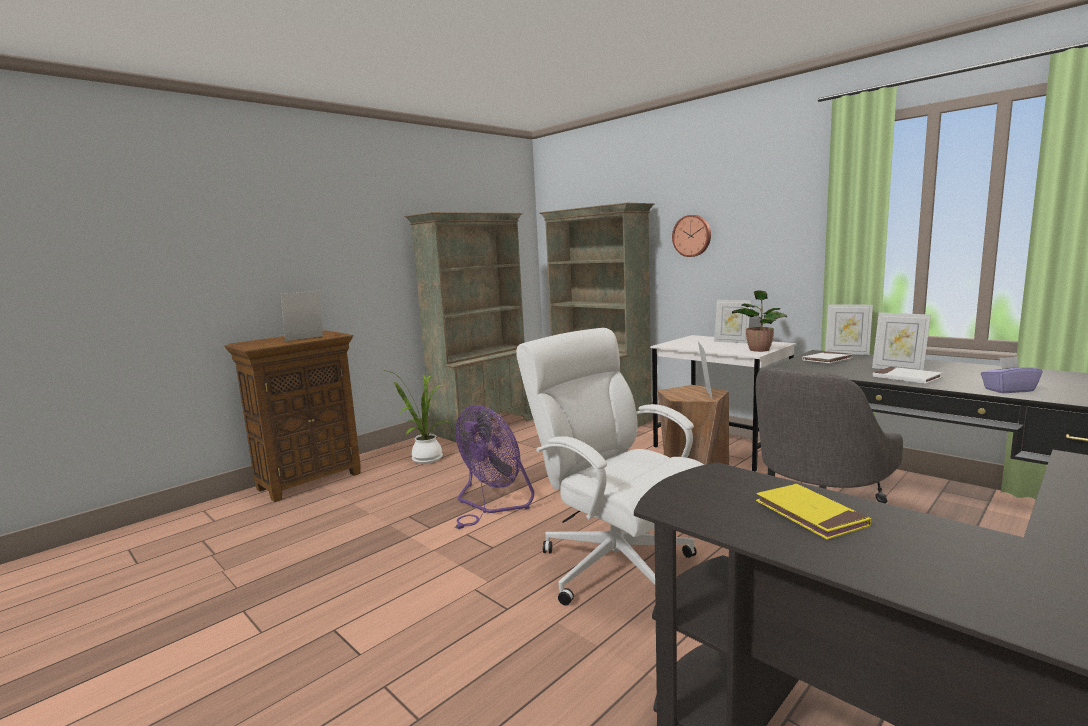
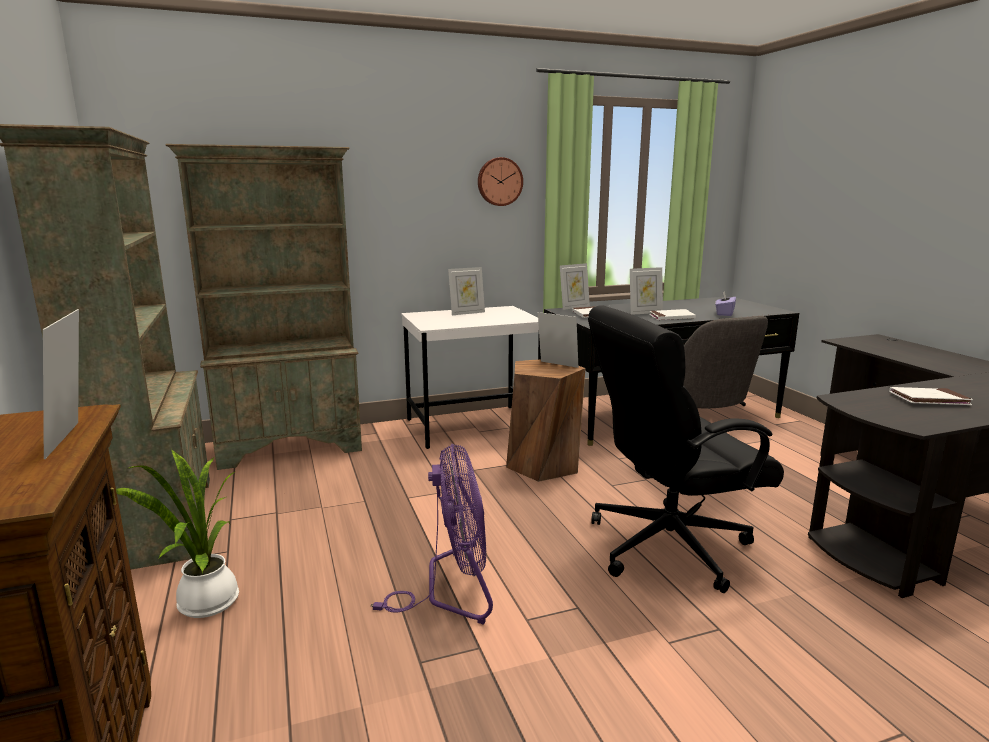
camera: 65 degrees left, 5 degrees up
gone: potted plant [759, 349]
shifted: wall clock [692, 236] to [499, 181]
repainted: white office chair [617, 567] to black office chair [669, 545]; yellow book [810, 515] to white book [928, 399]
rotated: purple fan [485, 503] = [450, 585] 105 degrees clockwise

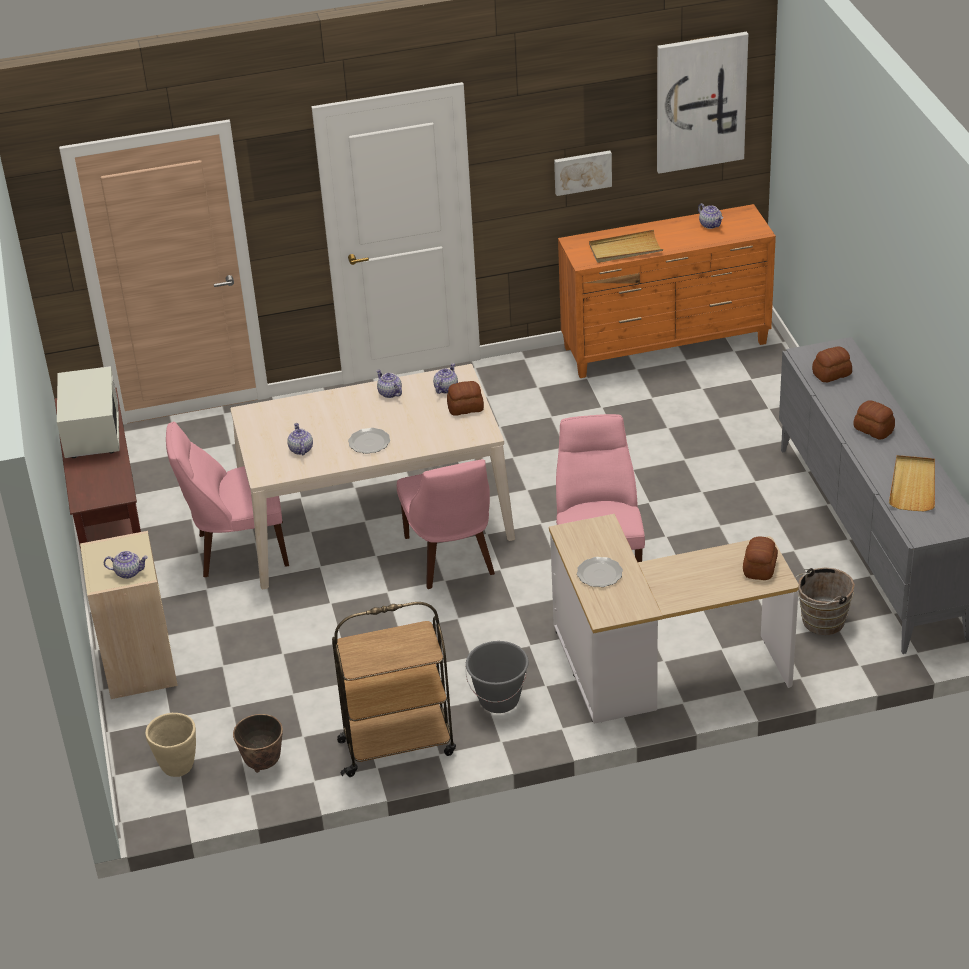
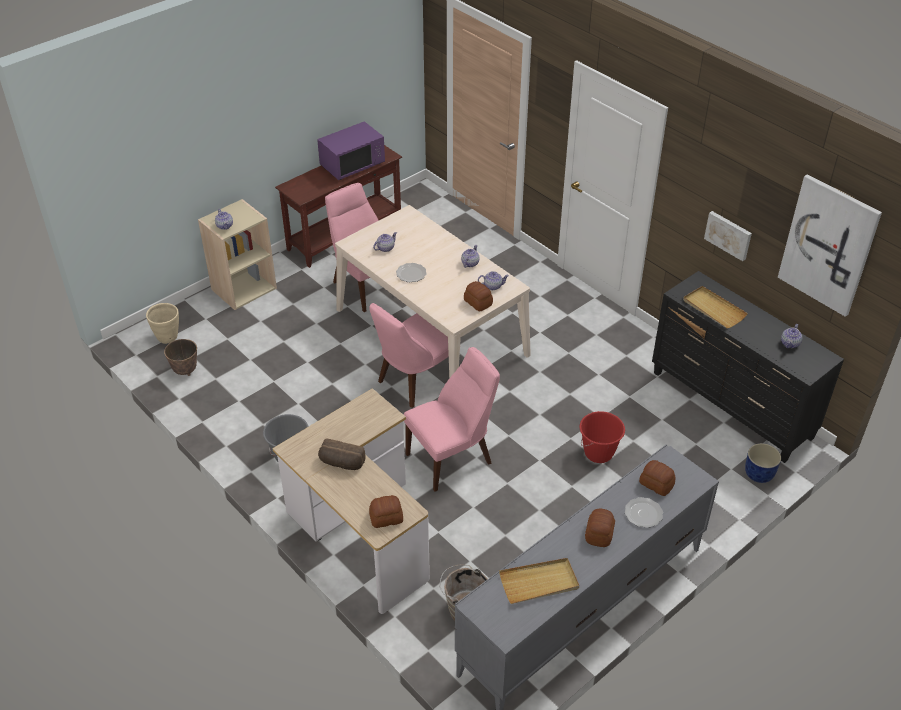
camera: 60 degrees right, 5 degrees up
gone: brown cart [398, 748]
new: bread [341, 463]; red bucket [599, 453]; blue planter [759, 473]
shifted: plate [599, 573] to [643, 513]
repainted: white microwave [92, 433] to purple microwave [352, 165]; orange dresser [666, 346] to black dresser [731, 406]

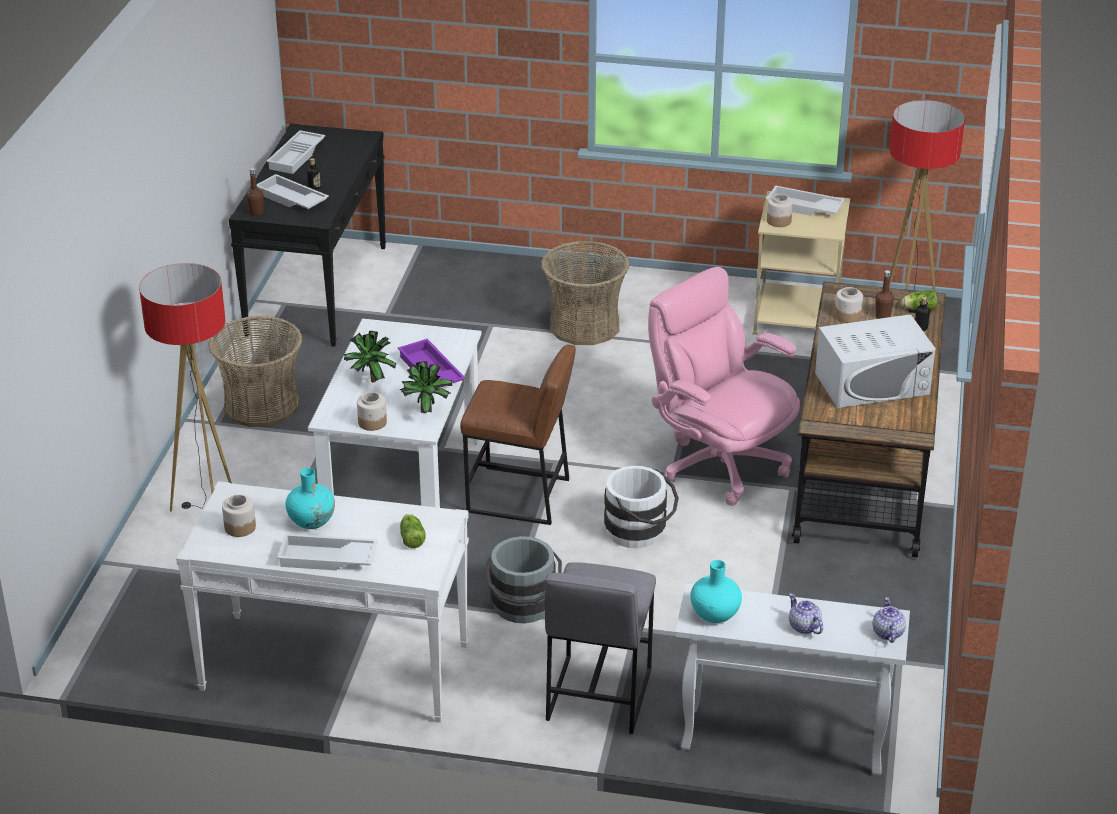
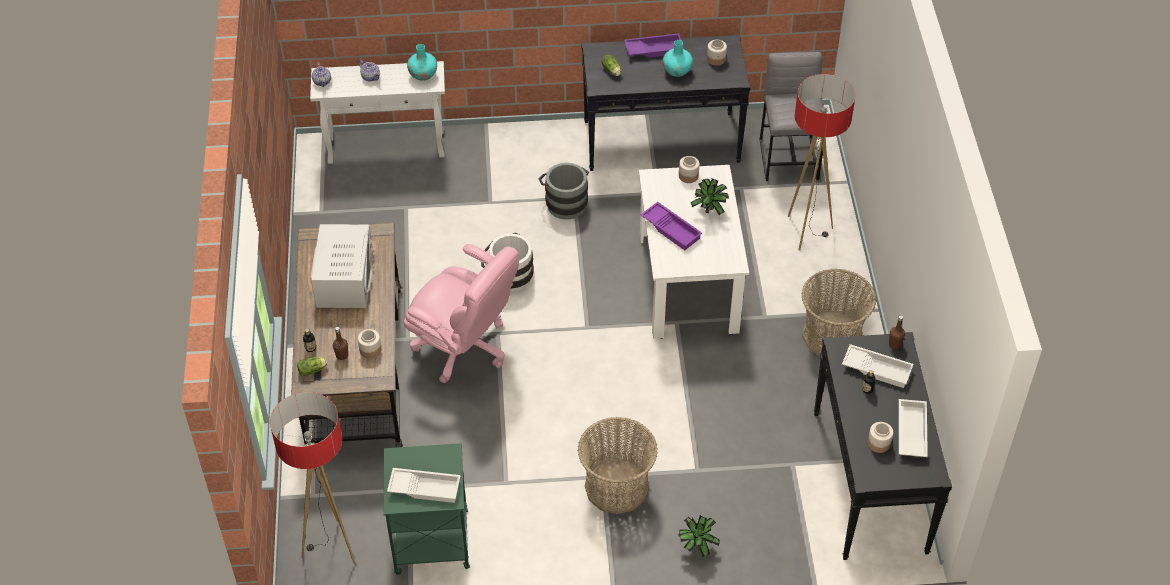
camera: 165 degrees right, 15 degrees up
gone: brown chair [520, 496]
shifted: potted plant [428, 413] to [696, 547]; grey chair [598, 695] to [788, 158]; jar [778, 221] to [879, 443]
repainted: white console table [333, 667] to black console table [662, 141]; white tray [327, 559] to purple tray [654, 49]; beige cart [798, 319] to green cart [430, 540]
rotated: white microwave [872, 383] = [345, 279] 120 degrees clockwise

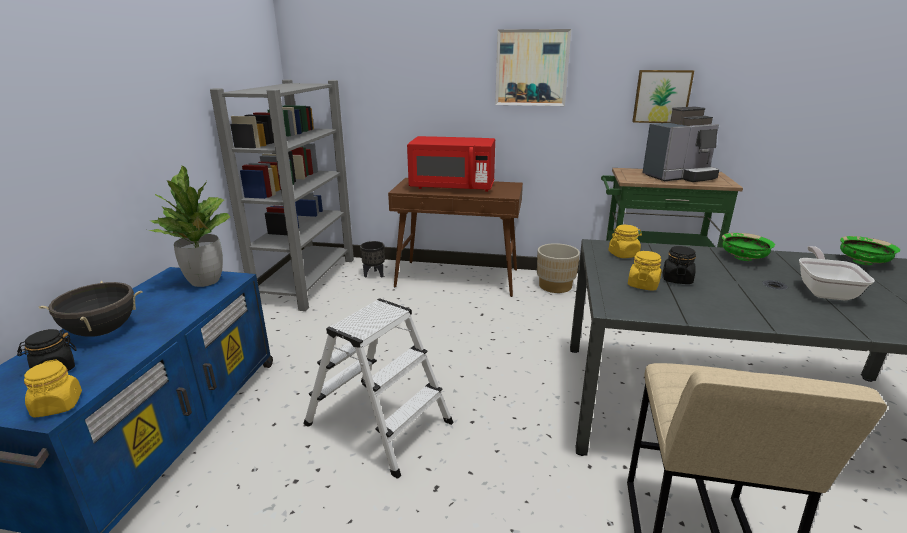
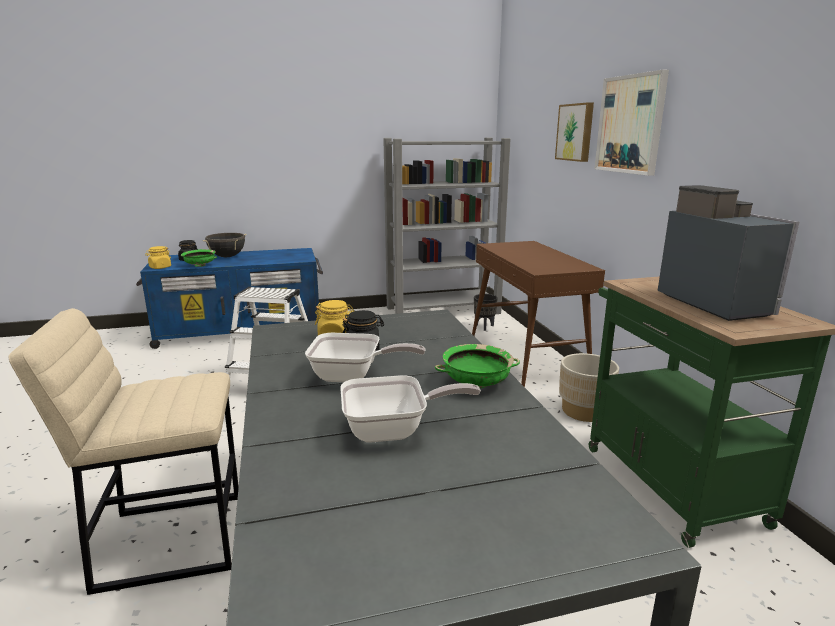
camera: 65 degrees right, 5 degrees down
gone: potted plant [205, 281]; red microwave [452, 187]; yellow jar [623, 254]
new: frying pan [353, 376]
shifted: picture [661, 96] to [576, 132]; green bowl [862, 262] to [200, 265]
rotated: coffee machine [679, 177] = [714, 303] 150 degrees counterclockwise

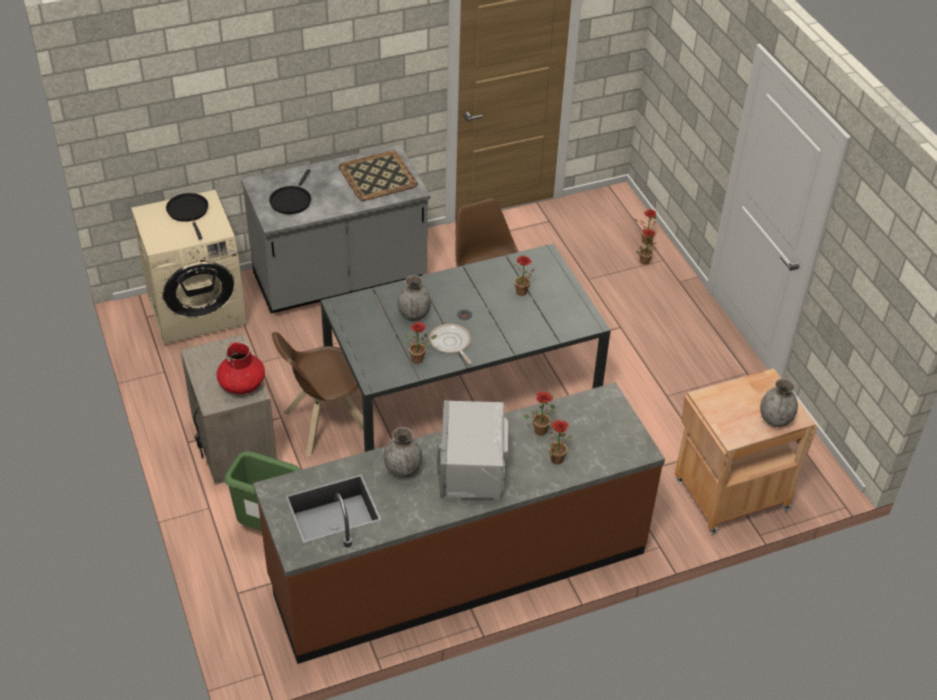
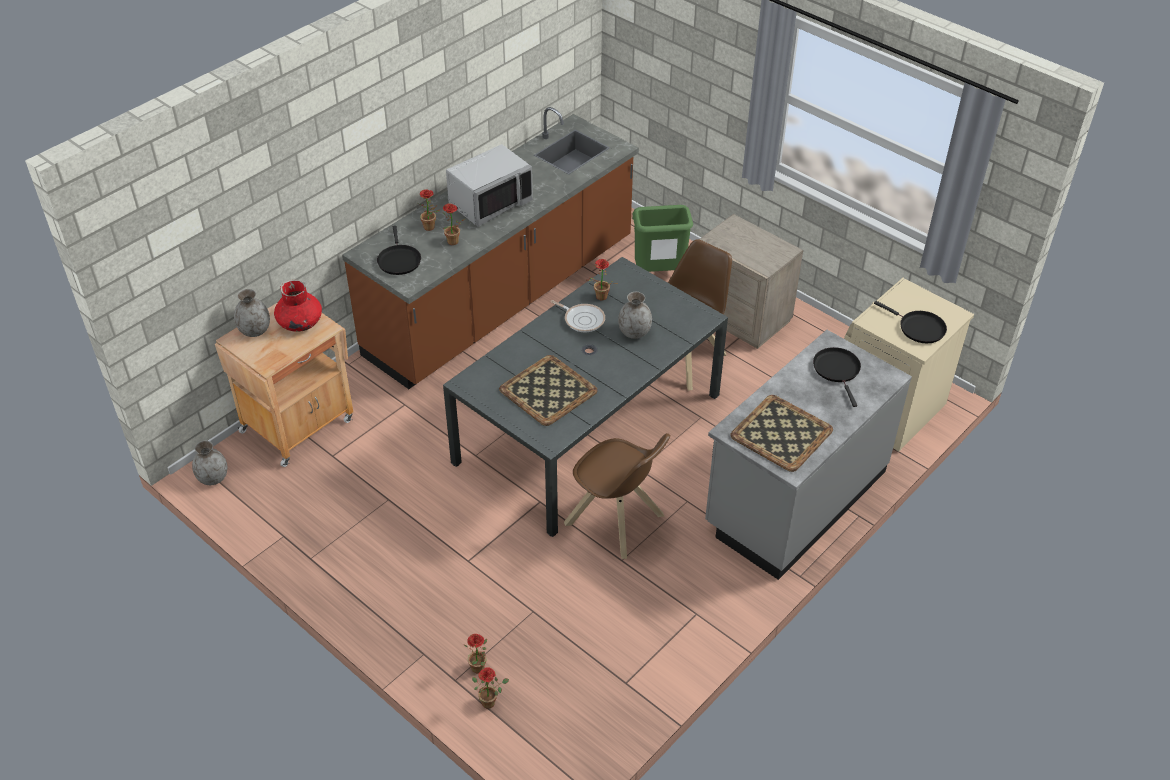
camera: 155 degrees right, 0 degrees up
new: black frying pan [398, 260]
shifted: red vase [242, 384] to [300, 322]; grey vase [403, 469] to [213, 478]
swapped: potted plant [522, 293] to tray [548, 390]
rotated: grey microwave [473, 467] = [490, 202] 75 degrees clockwise

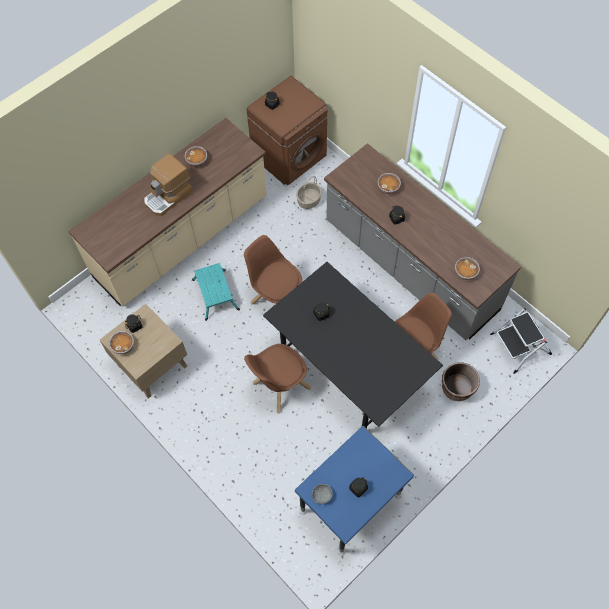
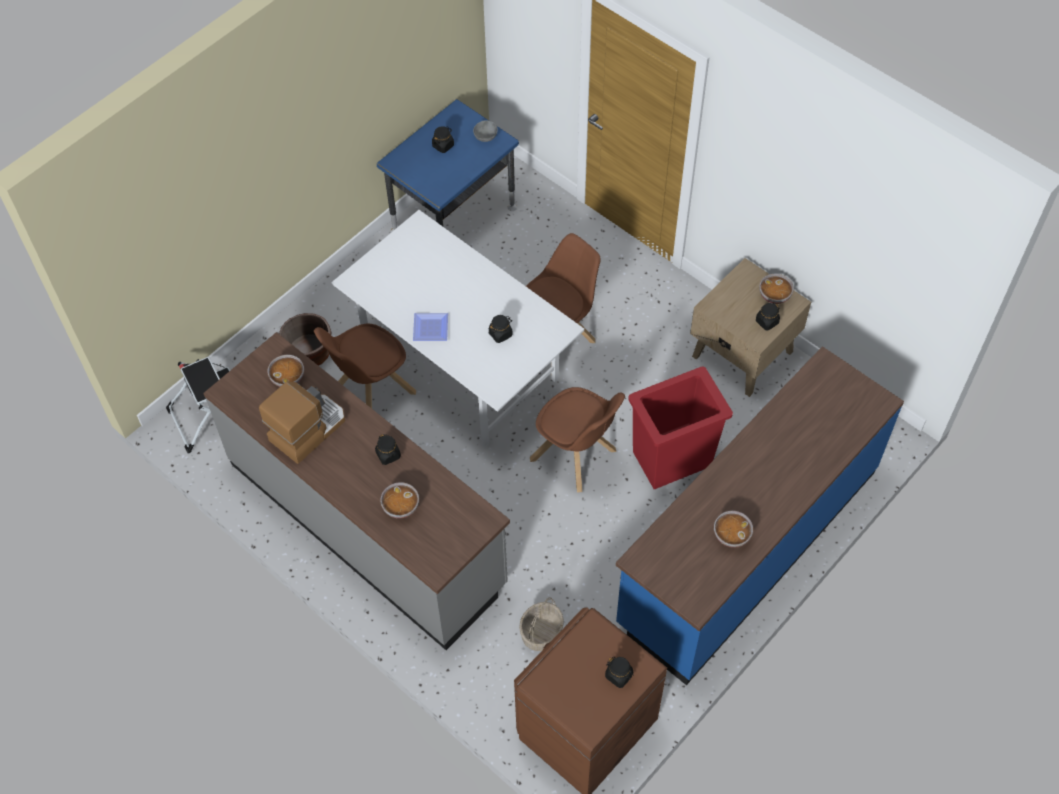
camera: 175 degrees right, 5 degrees down
new: plate [432, 329]
shifted: coffee machine [168, 197] to [307, 429]
swapped: turquoise step ladder [215, 294] to red trash can [673, 459]
repainted: beige counter [182, 238] to blue counter [747, 546]; black dining table [349, 370] to white dining table [460, 366]

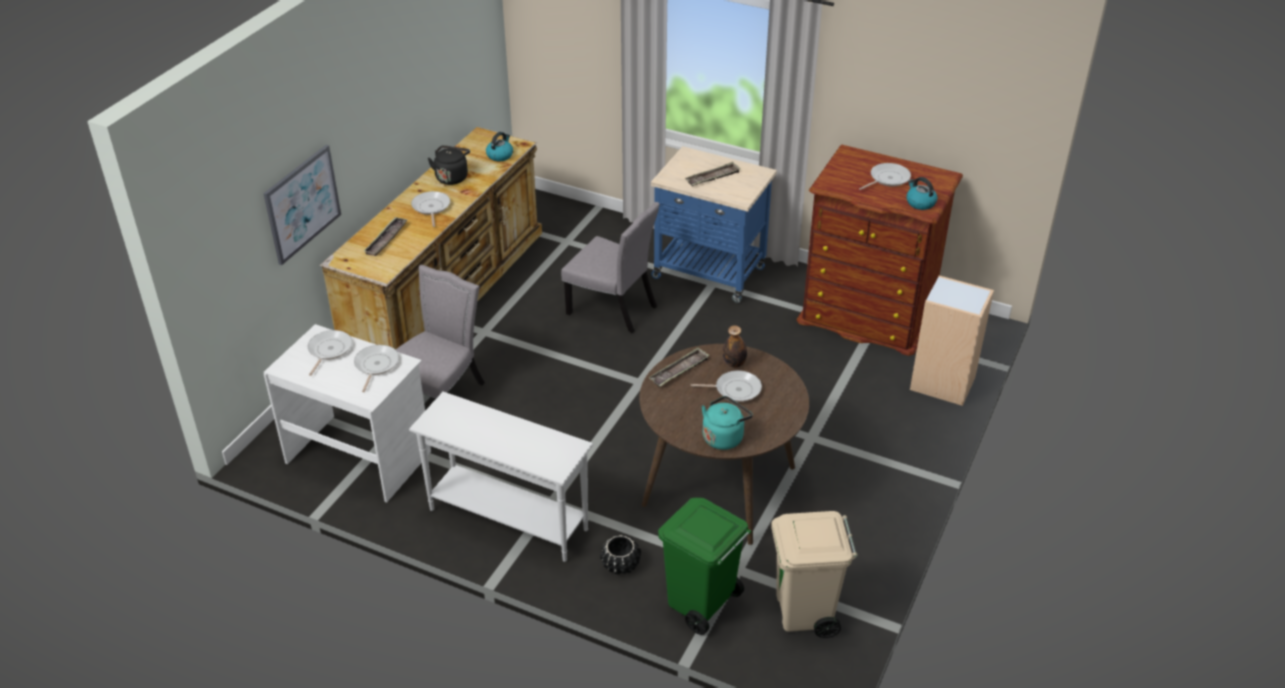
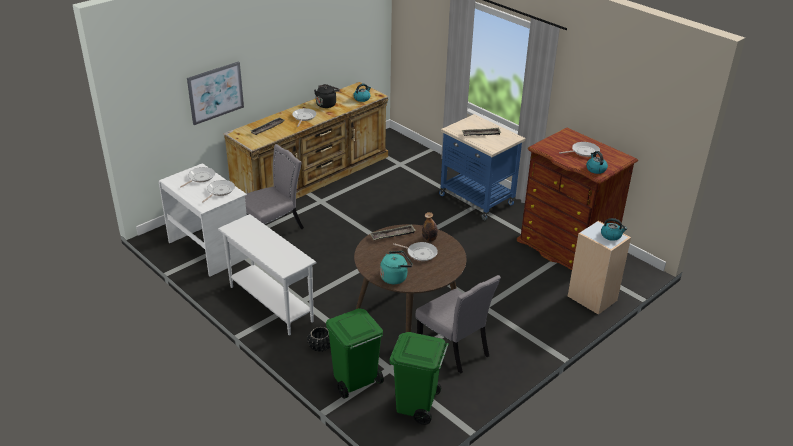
camera: 20 degrees right, 5 degrees down
new: kettle [611, 235]
shifted: grey chair [611, 308] to [453, 348]
repainted: beige trash can [805, 613] to green trash can [416, 406]

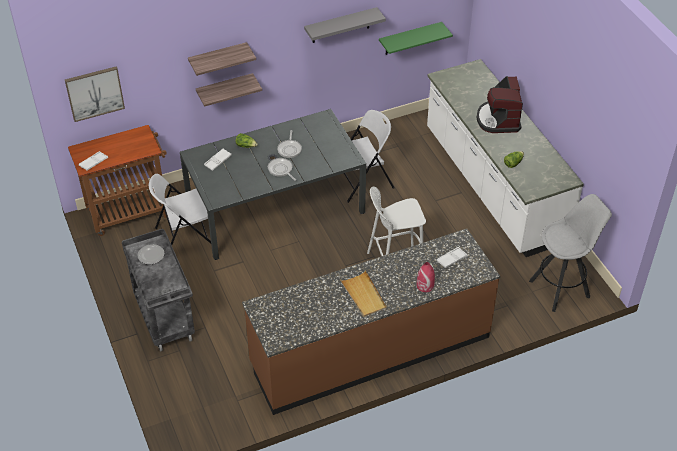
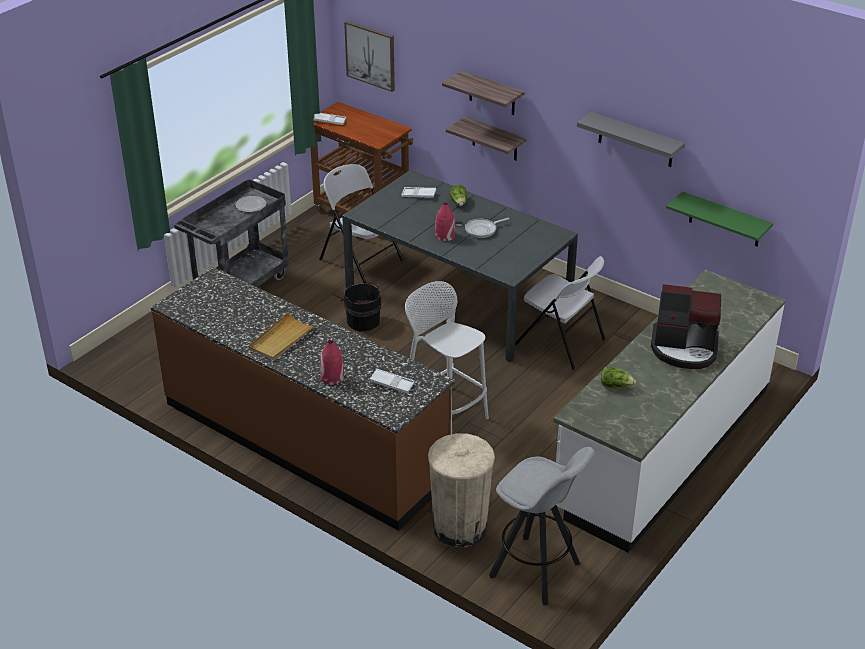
camera: 60 degrees right, 10 degrees down
new: black bucket [362, 320]; beige trash can [460, 528]
swapped: frying pan [281, 170] to red vase [444, 236]
rotated: coffee machine [498, 119] = [684, 349] 135 degrees counterclockwise

